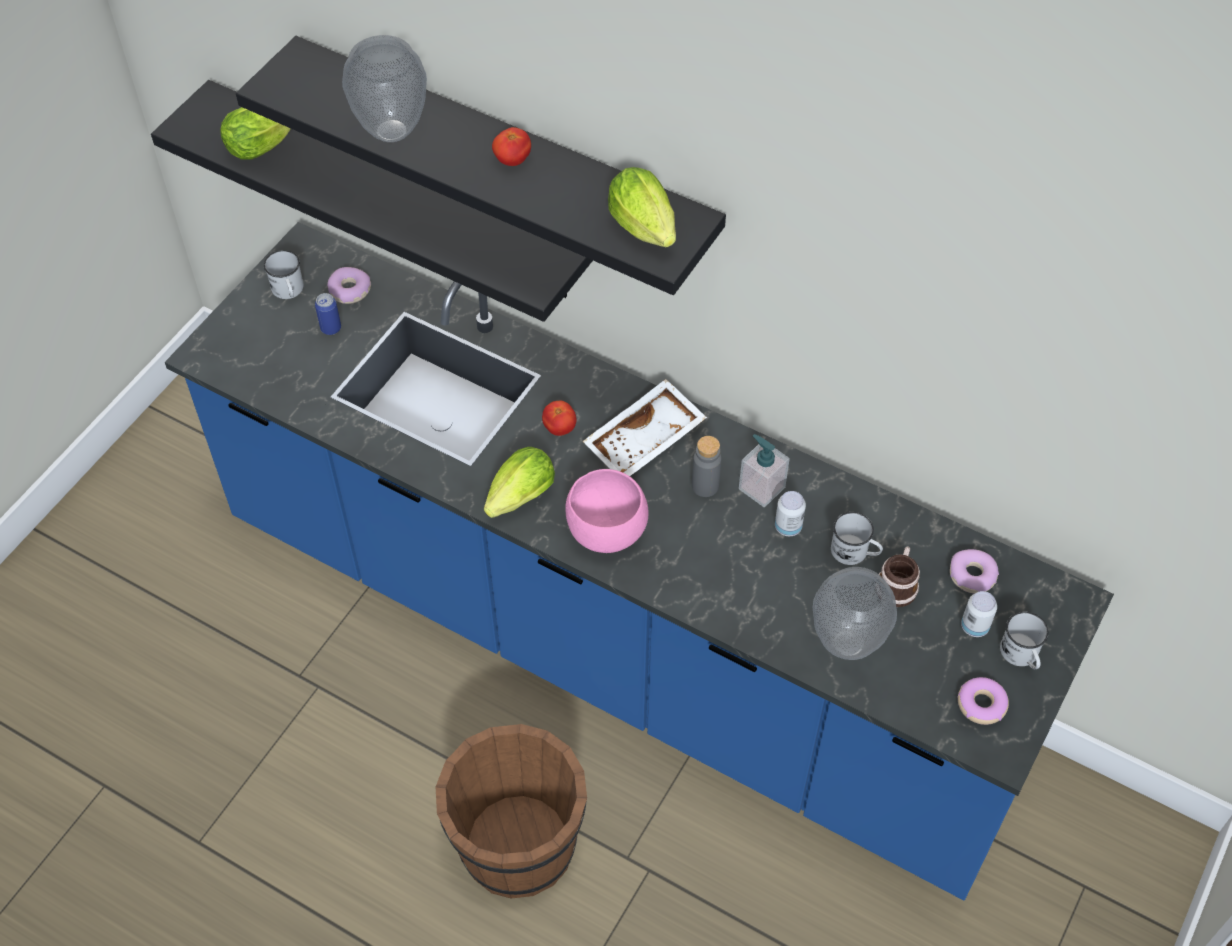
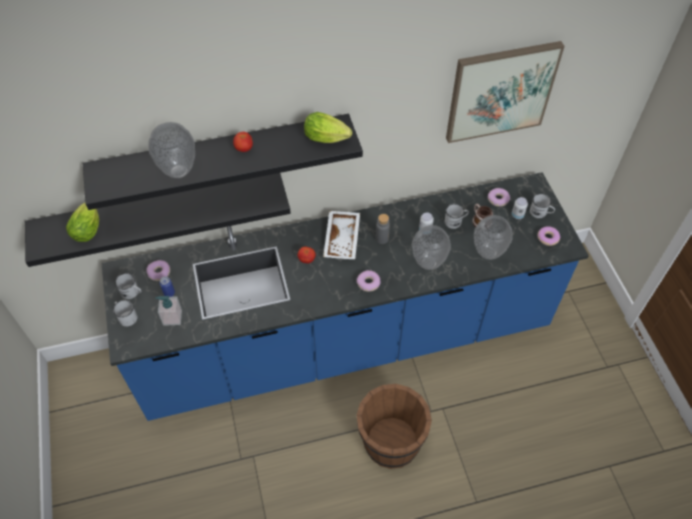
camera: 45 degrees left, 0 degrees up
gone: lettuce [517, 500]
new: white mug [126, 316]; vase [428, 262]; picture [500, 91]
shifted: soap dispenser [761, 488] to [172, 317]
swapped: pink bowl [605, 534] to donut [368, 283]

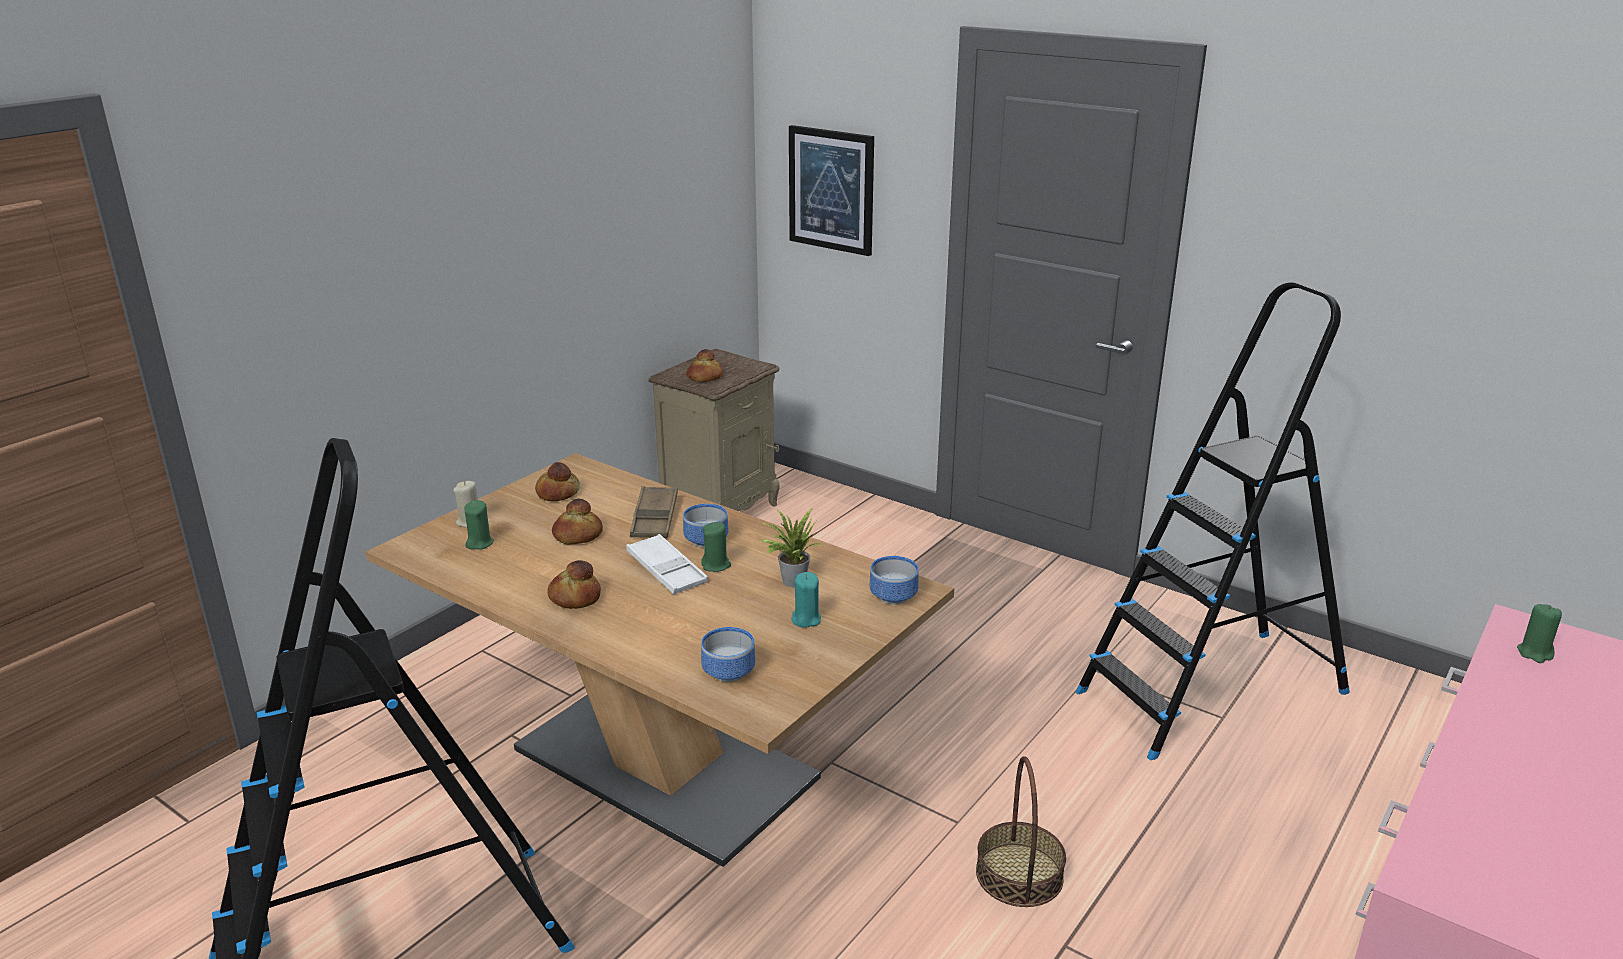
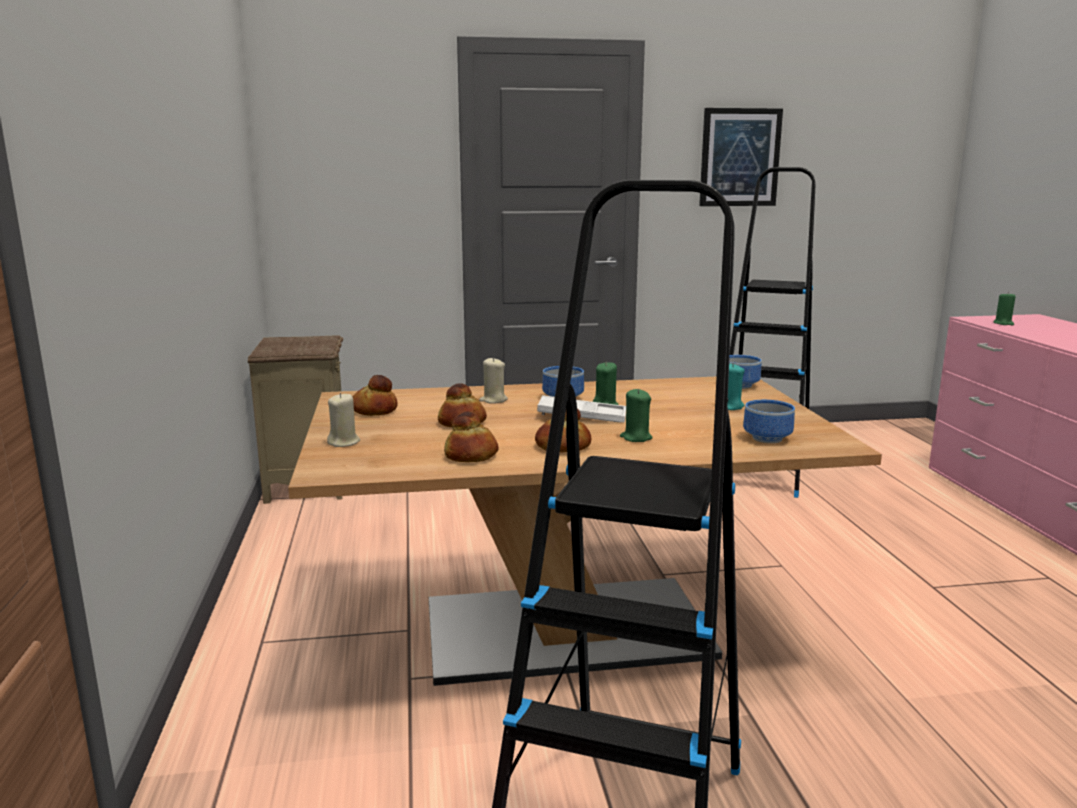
camera: 45 degrees left, 10 degrees down
gone: potted plant [791, 580]; basket [1019, 875]
shifted: green candle [479, 543] to [636, 438]; bread [705, 377] to [472, 455]; picture [831, 190] to [739, 157]
swapped: brown tray [654, 518] to beige candle [493, 400]

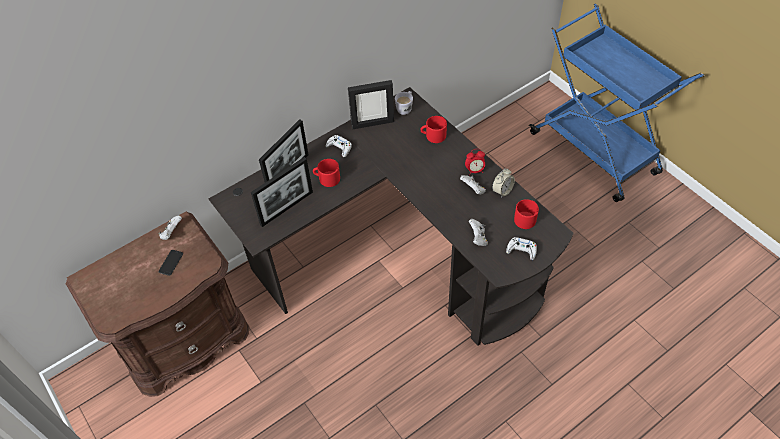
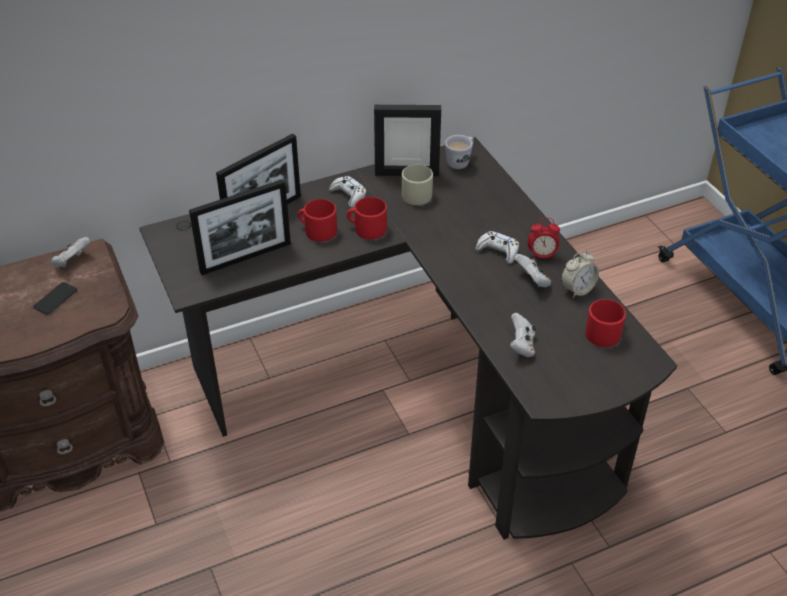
camera: 10 degrees right, 10 degrees down
new: beige mug [416, 193]
shifted: red mug [433, 135] to [366, 228]; white game controller [521, 250] to [498, 251]

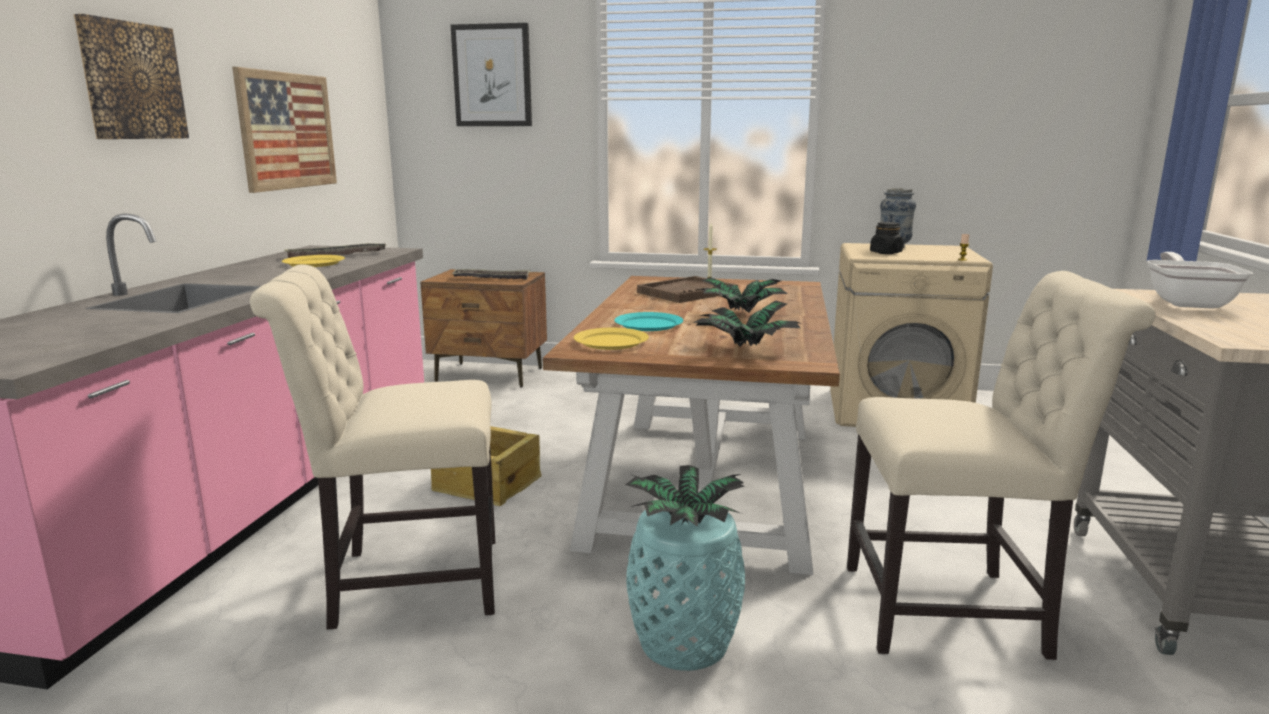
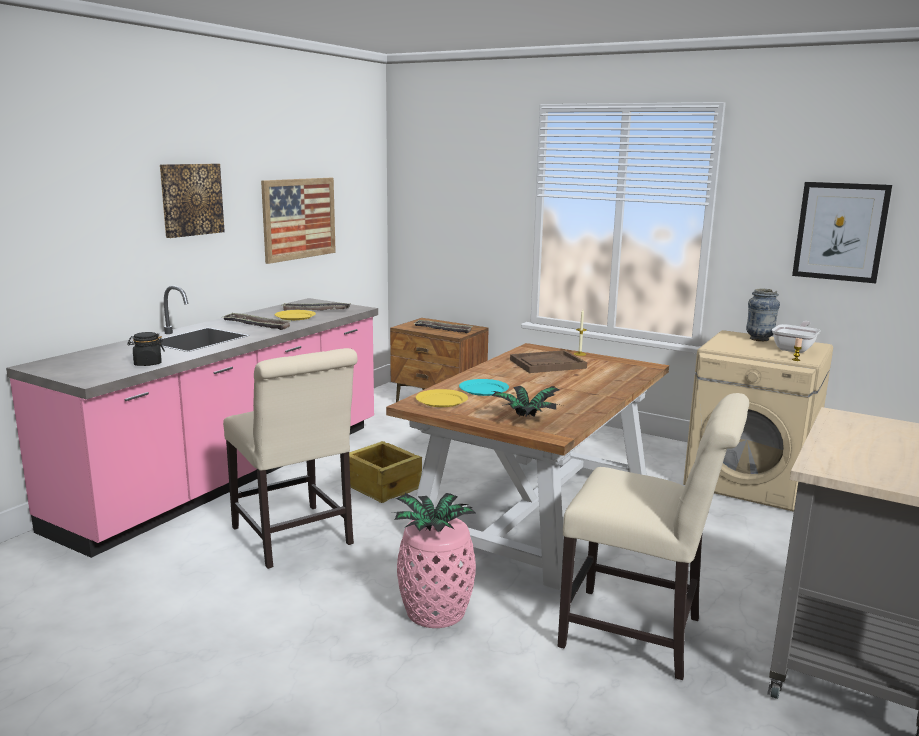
camera: 20 degrees right, 0 degrees up
gone: potted plant [739, 314]
new: tray [256, 325]
shifted: picture [492, 76] to [840, 231]; black jar [885, 253] to [147, 363]; frying pan [1187, 302] to [795, 349]
repainted: turquoise stool [683, 643] to pink stool [435, 611]
rotated: beige chair [405, 582] = [294, 540] 135 degrees counterclockwise

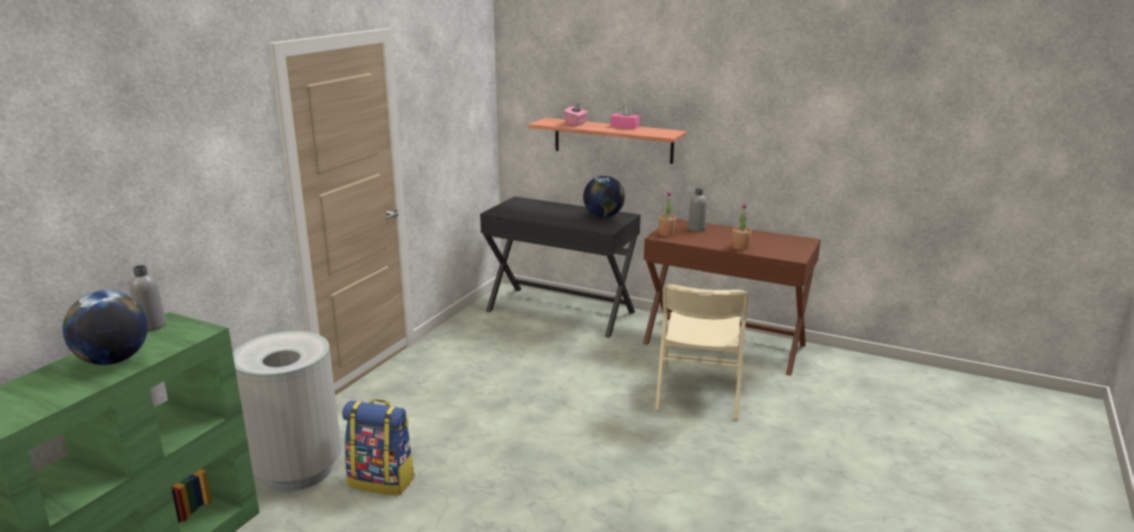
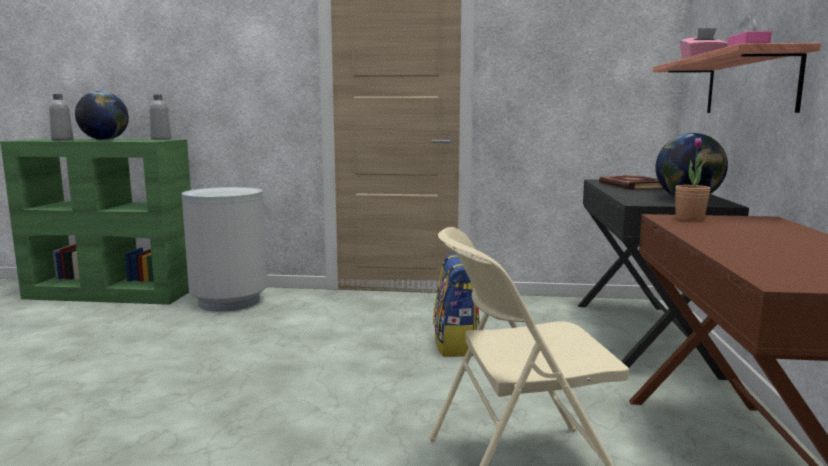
camera: 70 degrees right, 10 degrees down
gone: potted plant [740, 247]
new: book [631, 186]
shifted: backpack [382, 481] to [457, 345]; grey bottle [696, 229] to [62, 140]

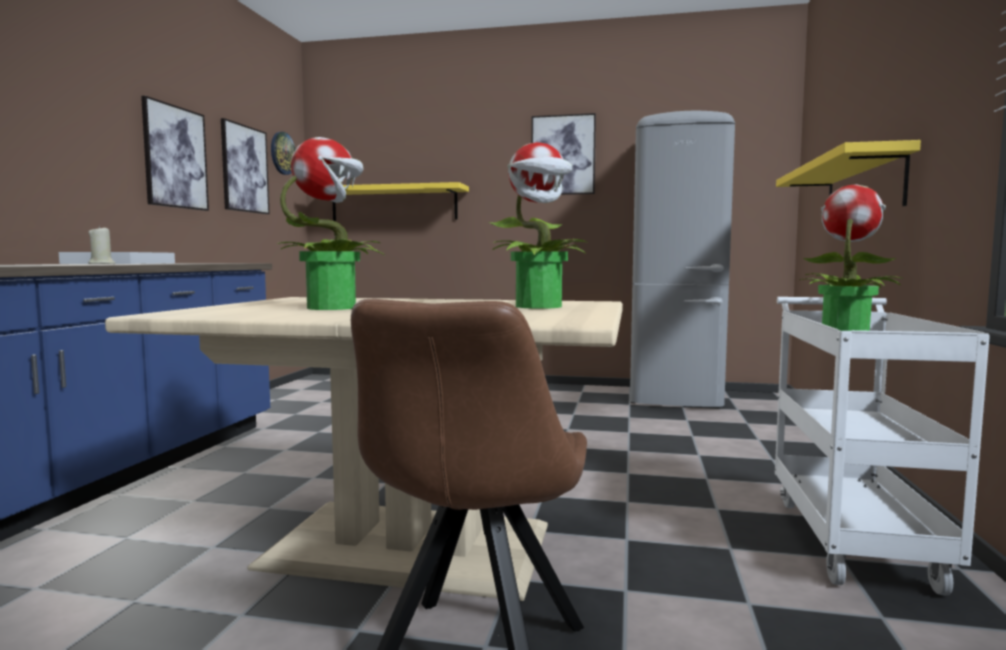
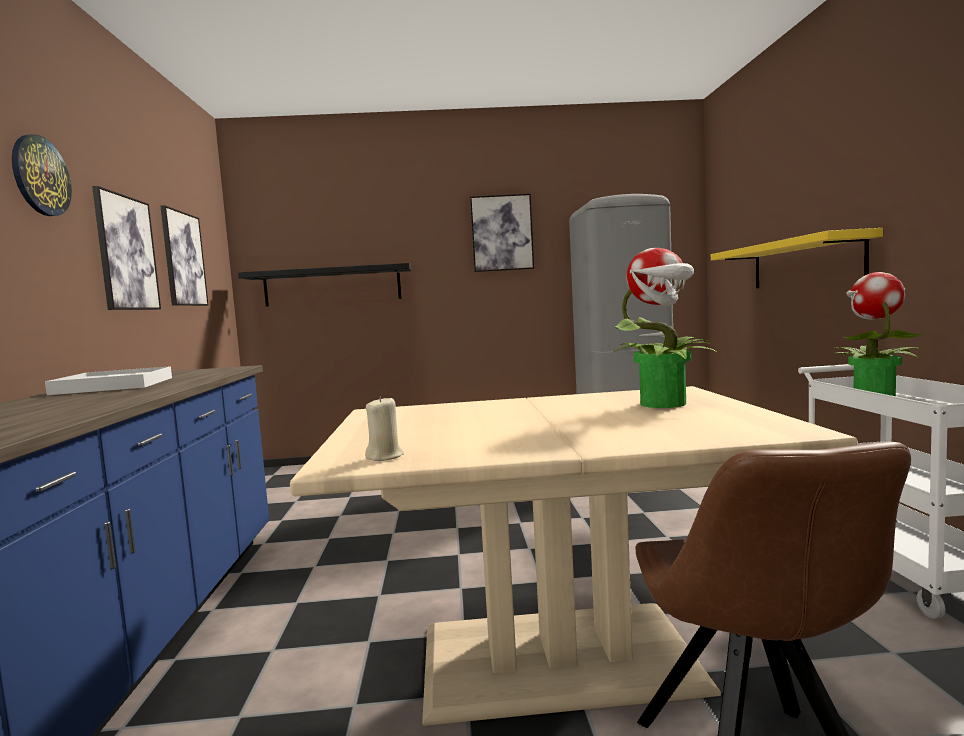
camera: 15 degrees left, 0 degrees up
gone: potted plant [333, 308]
shifted: beige candle [102, 264] to [385, 457]; wall clock [282, 153] to [40, 176]
repainted: yellow shelf [393, 204] to black shelf [332, 286]

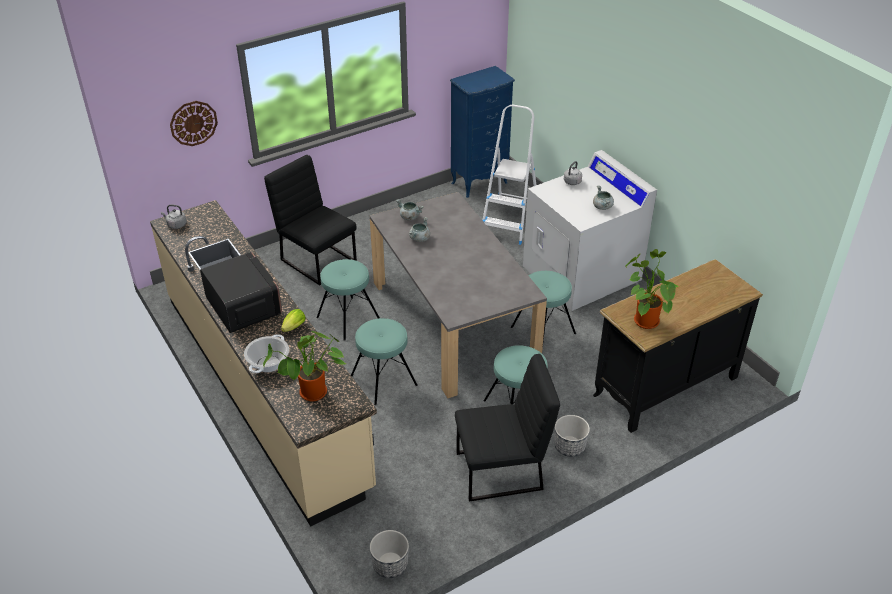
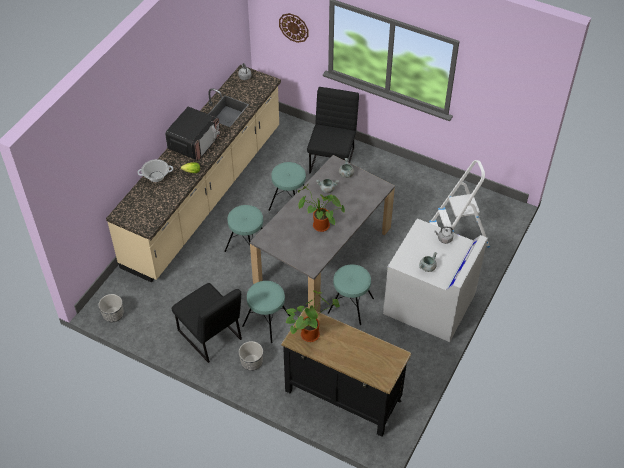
camera: 60 degrees right, 10 degrees up
gone: blue dresser [480, 184]
shifted: potted plant [312, 395] to [319, 226]

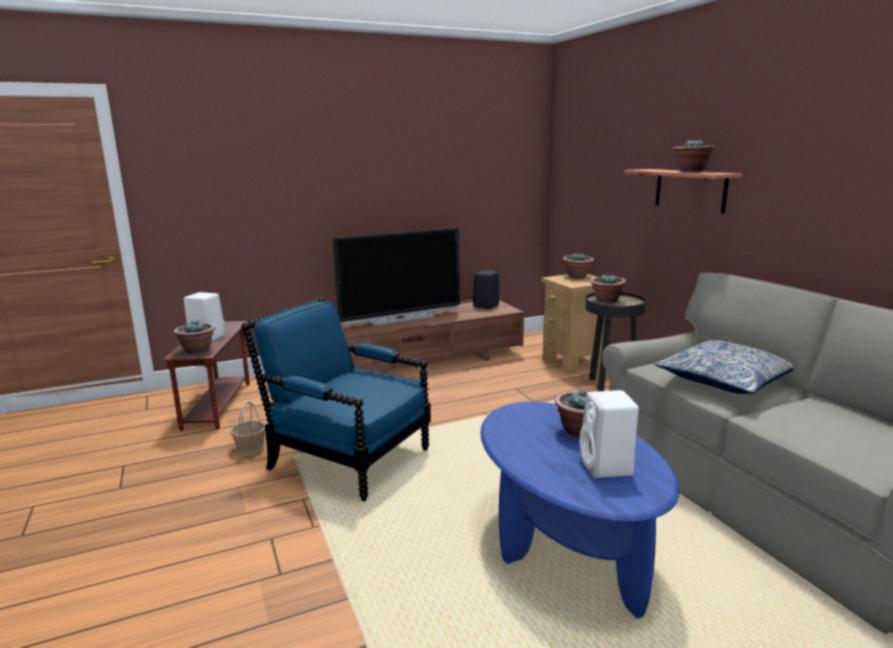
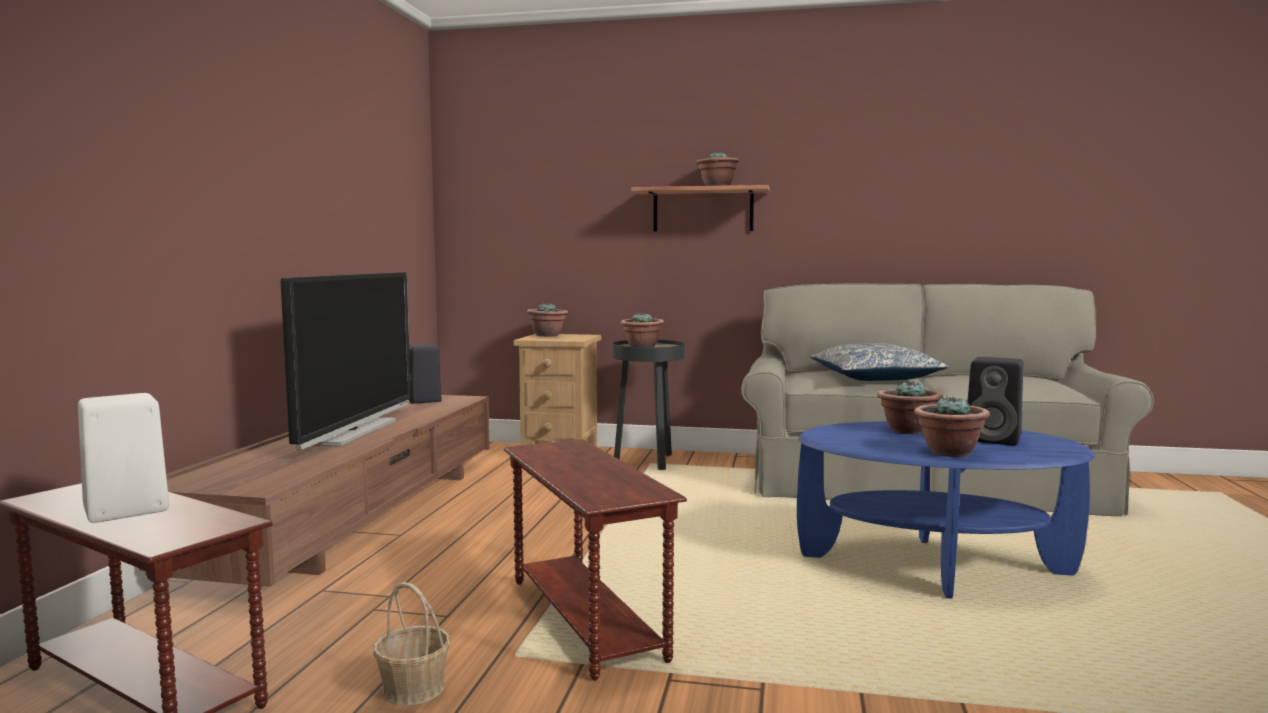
camera: 55 degrees left, 10 degrees down
shifted: potted plant [197, 351] to [949, 452]
swapped: blue armchair [346, 456] to brown side table [584, 619]
repainted: white speaker [607, 467] to black speaker [995, 439]

